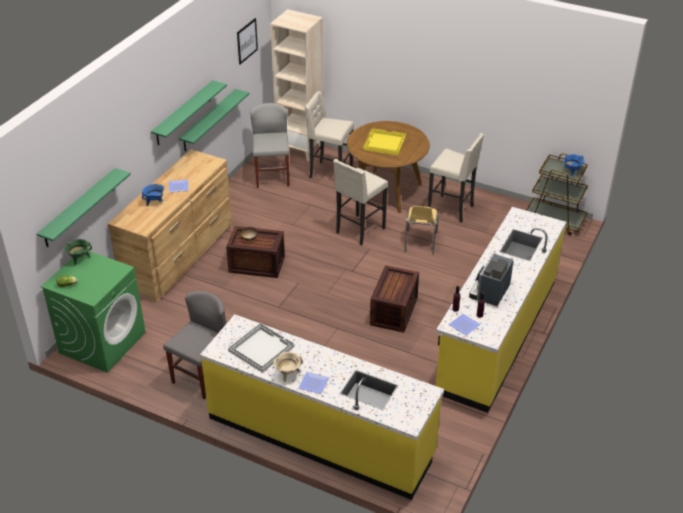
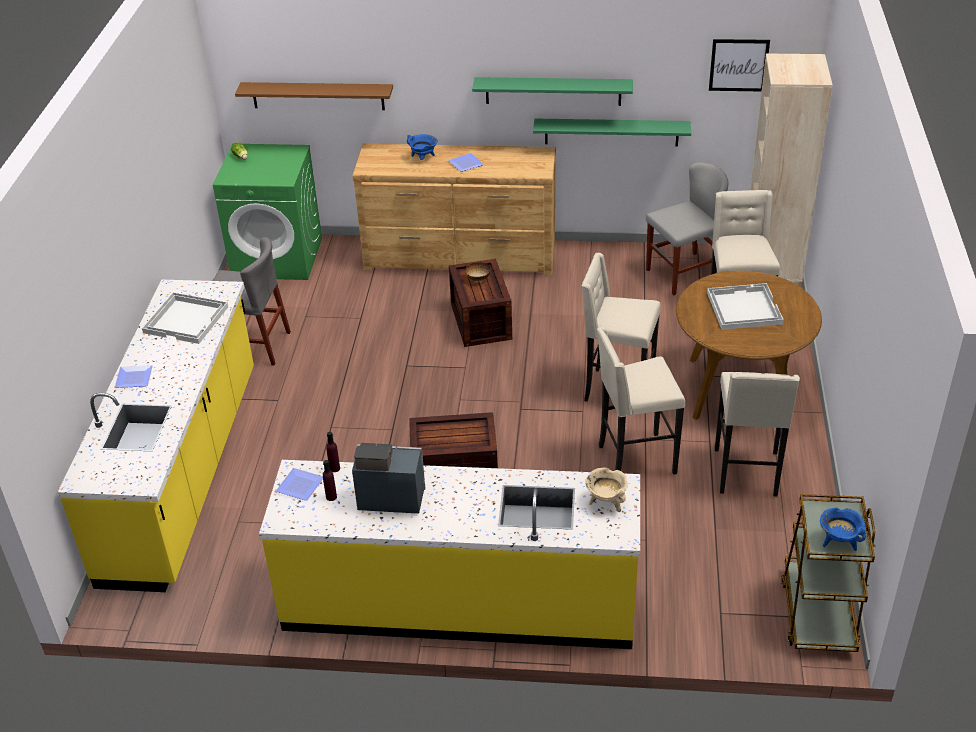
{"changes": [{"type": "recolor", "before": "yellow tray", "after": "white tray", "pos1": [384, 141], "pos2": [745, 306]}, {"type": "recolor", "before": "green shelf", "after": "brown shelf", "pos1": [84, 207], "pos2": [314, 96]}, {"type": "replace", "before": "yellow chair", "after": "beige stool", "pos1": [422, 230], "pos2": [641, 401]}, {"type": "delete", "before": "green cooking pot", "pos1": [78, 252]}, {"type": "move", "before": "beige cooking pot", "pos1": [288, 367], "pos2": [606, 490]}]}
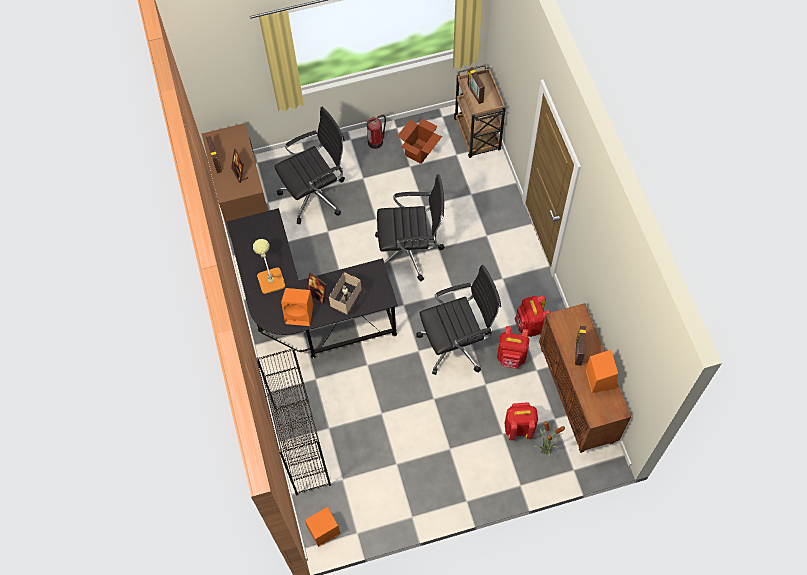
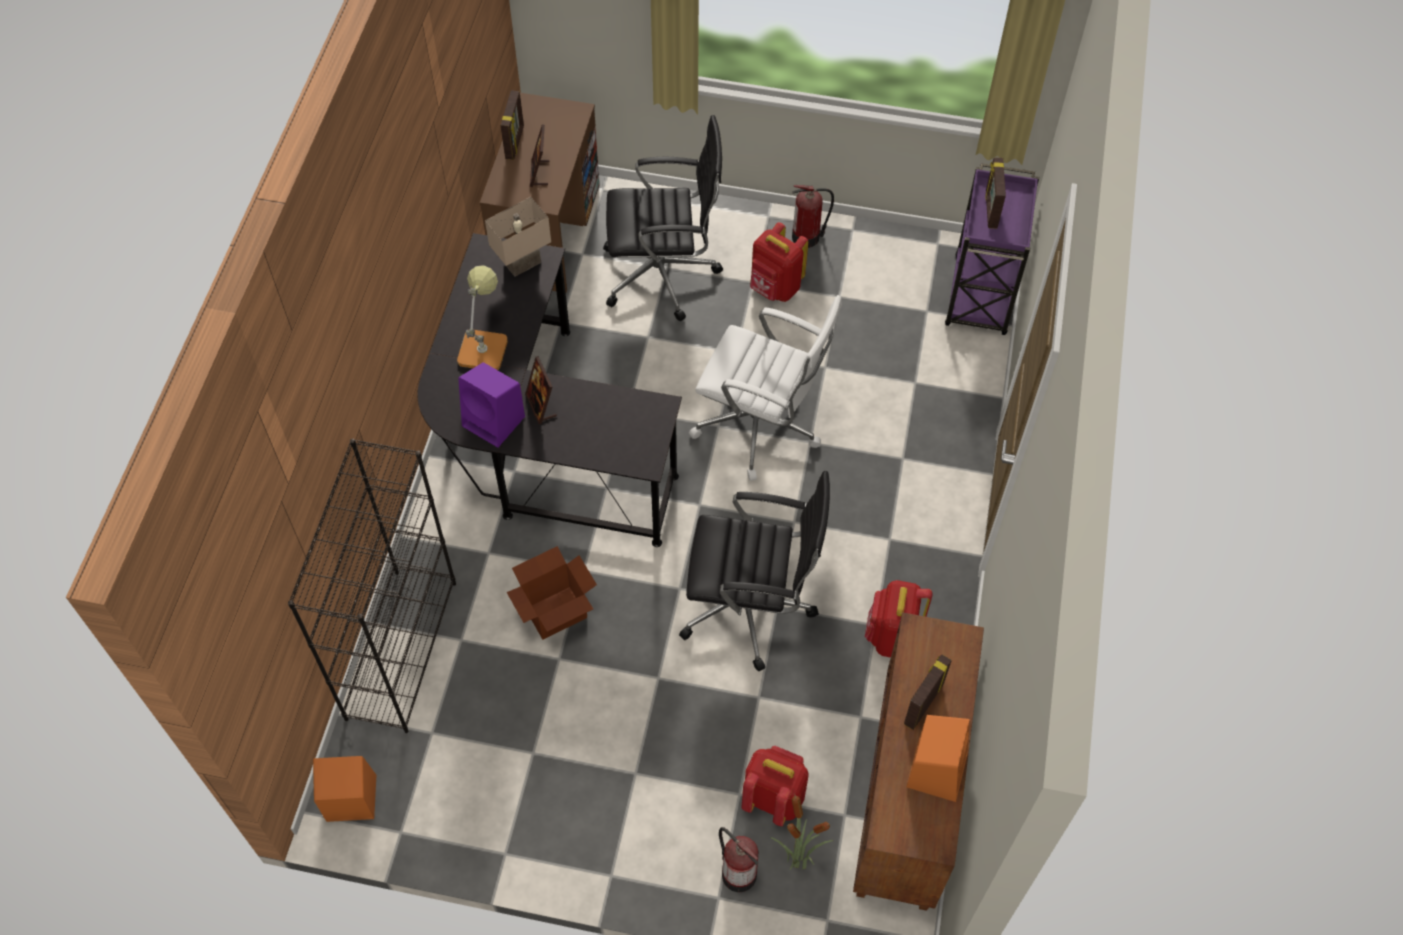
{"changes": [{"type": "recolor", "before": "brown cart", "after": "purple cart", "pos1": [480, 111], "pos2": [992, 249]}, {"type": "move", "before": "cardboard box", "pos1": [419, 141], "pos2": [552, 592]}, {"type": "recolor", "before": "black office chair", "after": "white office chair", "pos1": [410, 227], "pos2": [765, 388]}, {"type": "move", "before": "beige table lamp", "pos1": [345, 293], "pos2": [518, 237]}, {"type": "recolor", "before": "orange speaker", "after": "purple speaker", "pos1": [297, 307], "pos2": [491, 405]}, {"type": "move", "before": "red backpack", "pos1": [513, 347], "pos2": [779, 262]}, {"type": "insert", "after": "fire extinguisher", "pos2": [738, 859]}]}
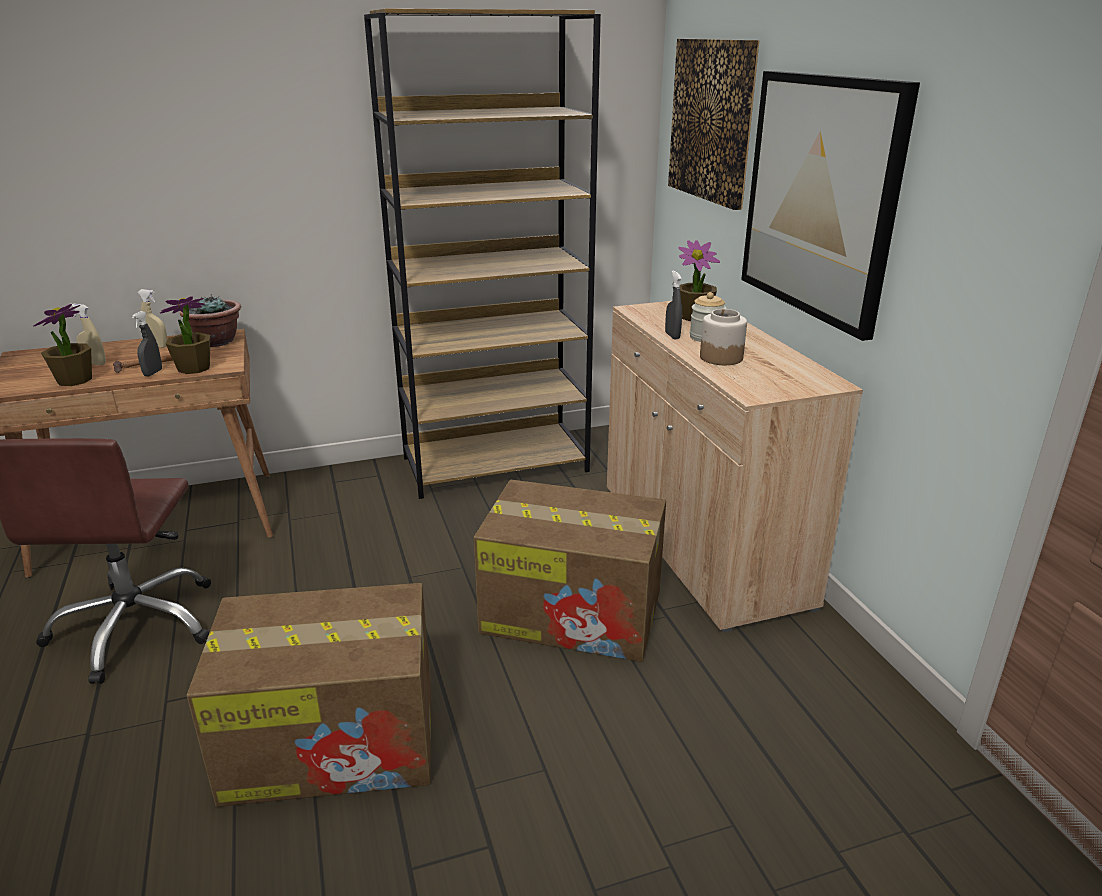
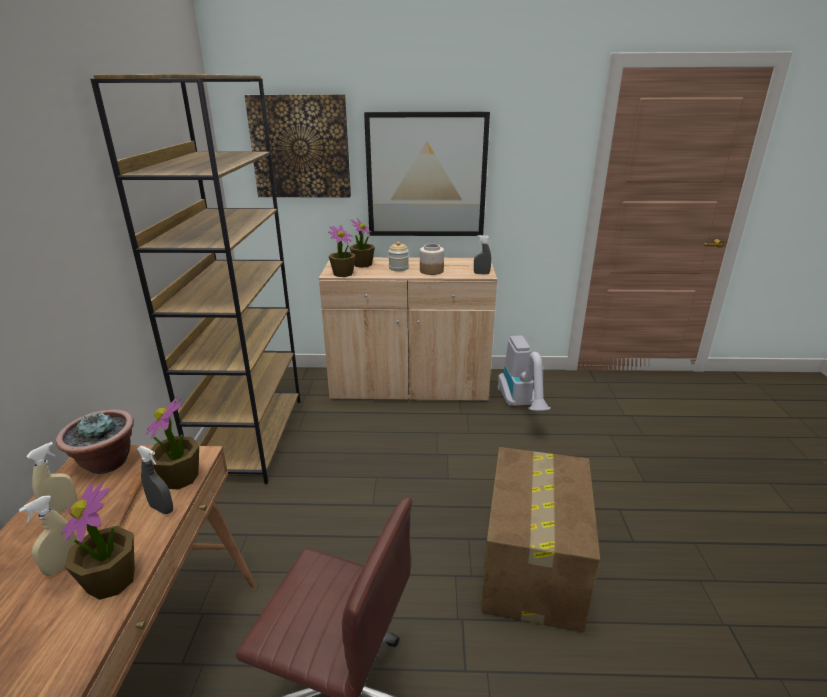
{"changes": [{"type": "move", "before": "grey spray bottle", "pos1": [673, 305], "pos2": [482, 254]}, {"type": "delete", "before": "cardboard box", "pos1": [570, 571]}, {"type": "insert", "after": "potted plant", "pos2": [342, 251]}, {"type": "insert", "after": "vacuum cleaner", "pos2": [524, 373]}]}
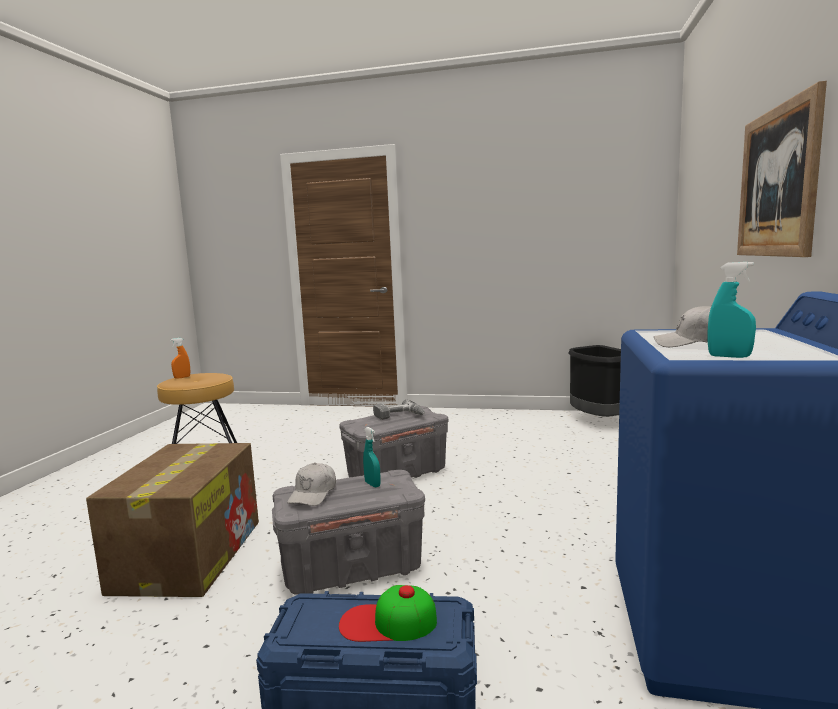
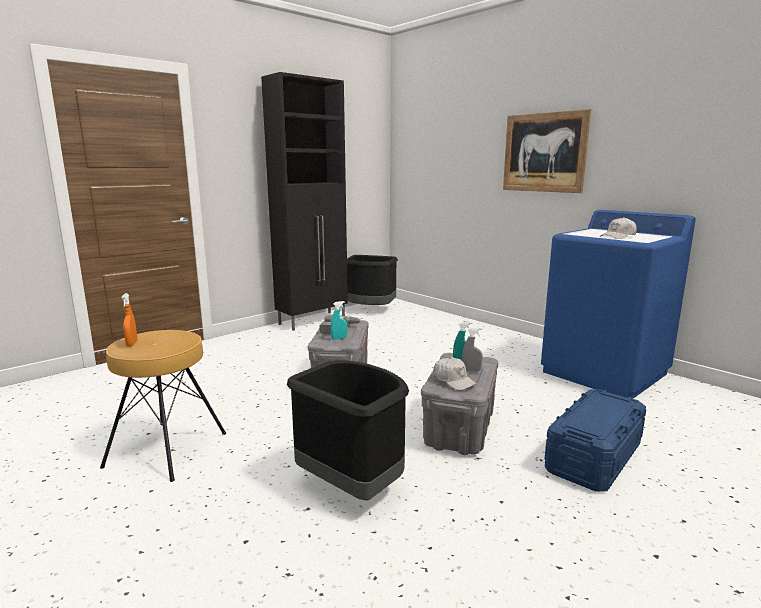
{"changes": [{"type": "move", "before": "turquoise spray bottle", "pos1": [731, 310], "pos2": [339, 320]}, {"type": "replace", "before": "cardboard box", "after": "black trash can", "pos1": [172, 520], "pos2": [348, 430]}, {"type": "delete", "before": "cap", "pos1": [388, 613]}, {"type": "insert", "after": "black cabinet", "pos2": [304, 201]}, {"type": "insert", "after": "grey spray bottle", "pos2": [472, 349]}]}
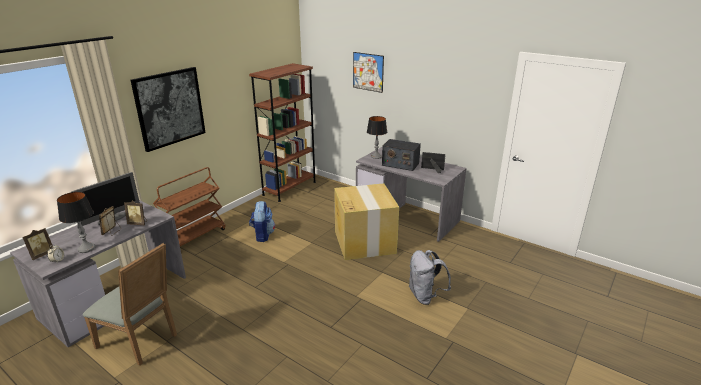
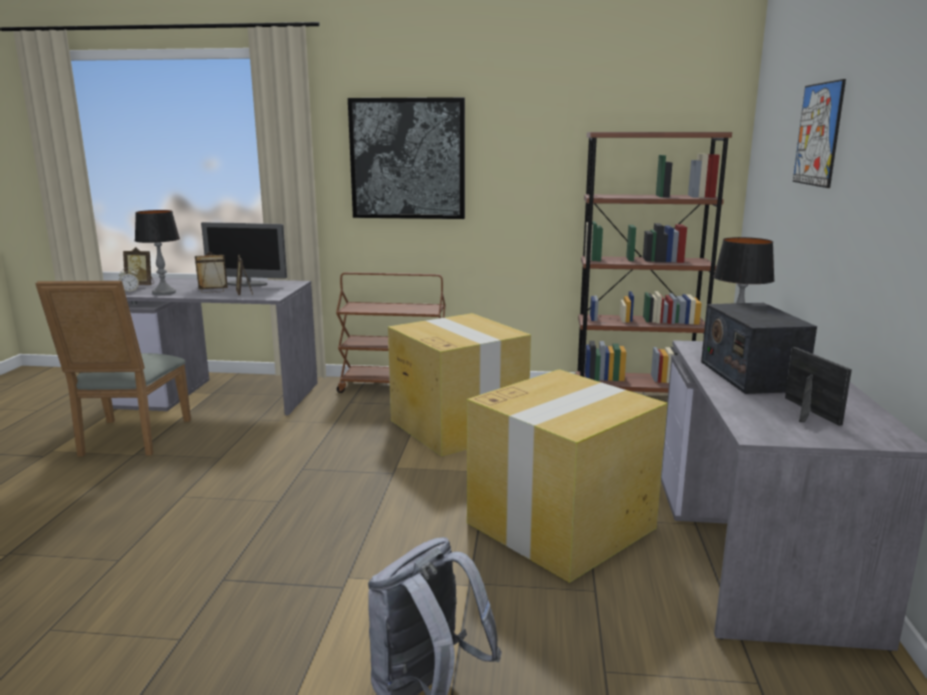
{"changes": [{"type": "replace", "before": "backpack", "after": "cardboard box", "pos1": [262, 221], "pos2": [459, 384]}]}
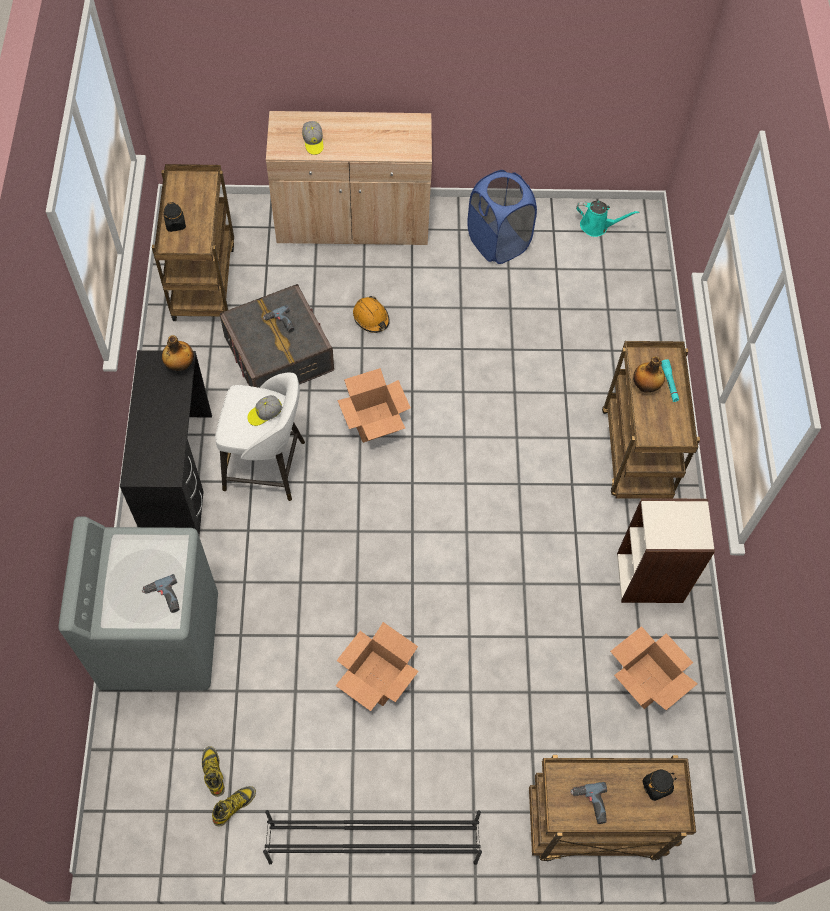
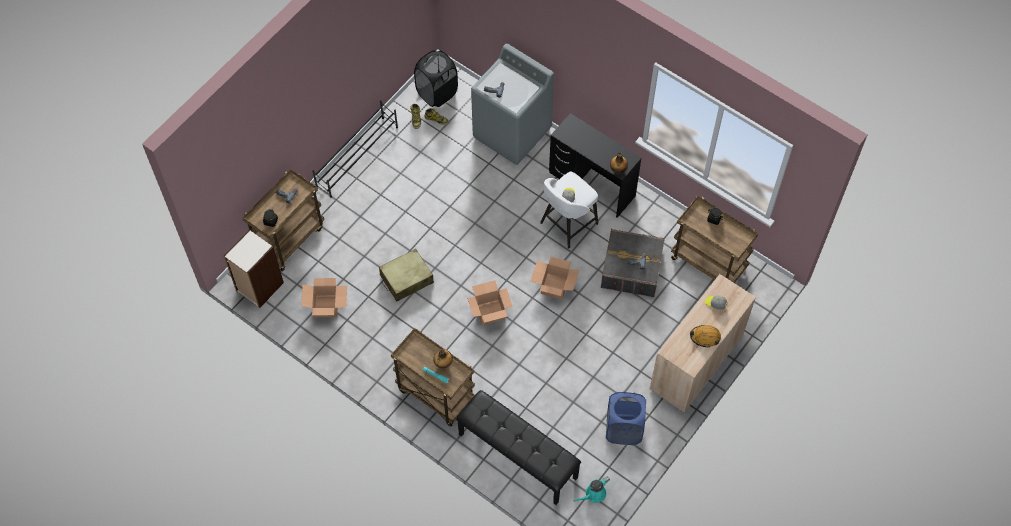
{"changes": [{"type": "move", "before": "orange hard hat", "pos1": [371, 314], "pos2": [705, 336]}, {"type": "move", "before": "bookcase", "pos1": [666, 550], "pos2": [254, 269]}, {"type": "move", "before": "cardboard box", "pos1": [377, 666], "pos2": [490, 302]}, {"type": "insert", "after": "black laundry basket", "pos2": [436, 78]}, {"type": "insert", "after": "beige suitcase", "pos2": [406, 275]}, {"type": "insert", "after": "black bench", "pos2": [518, 447]}]}
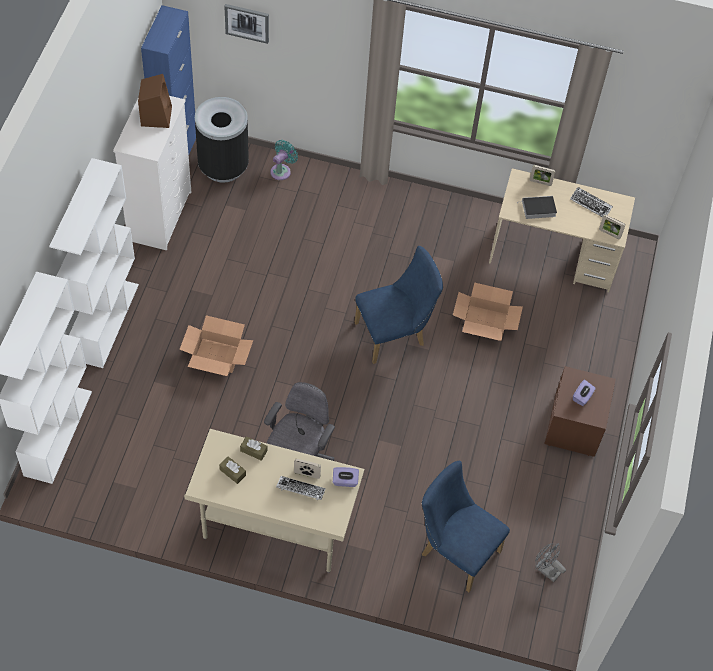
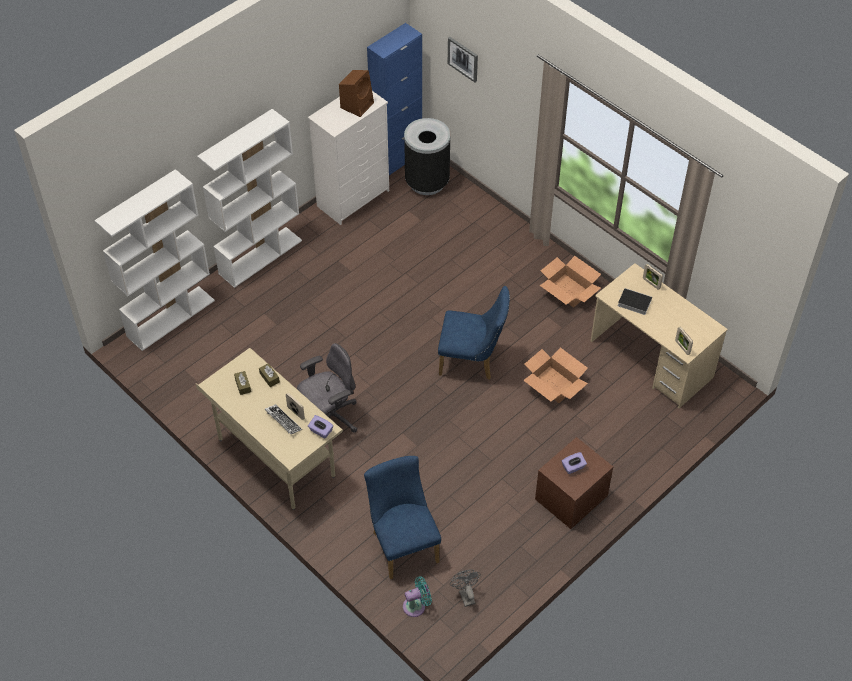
{"changes": [{"type": "move", "before": "turquoise fan", "pos1": [284, 160], "pos2": [417, 596]}, {"type": "delete", "before": "keyboard", "pos1": [591, 202]}, {"type": "move", "before": "cardboard box", "pos1": [216, 345], "pos2": [570, 281]}]}
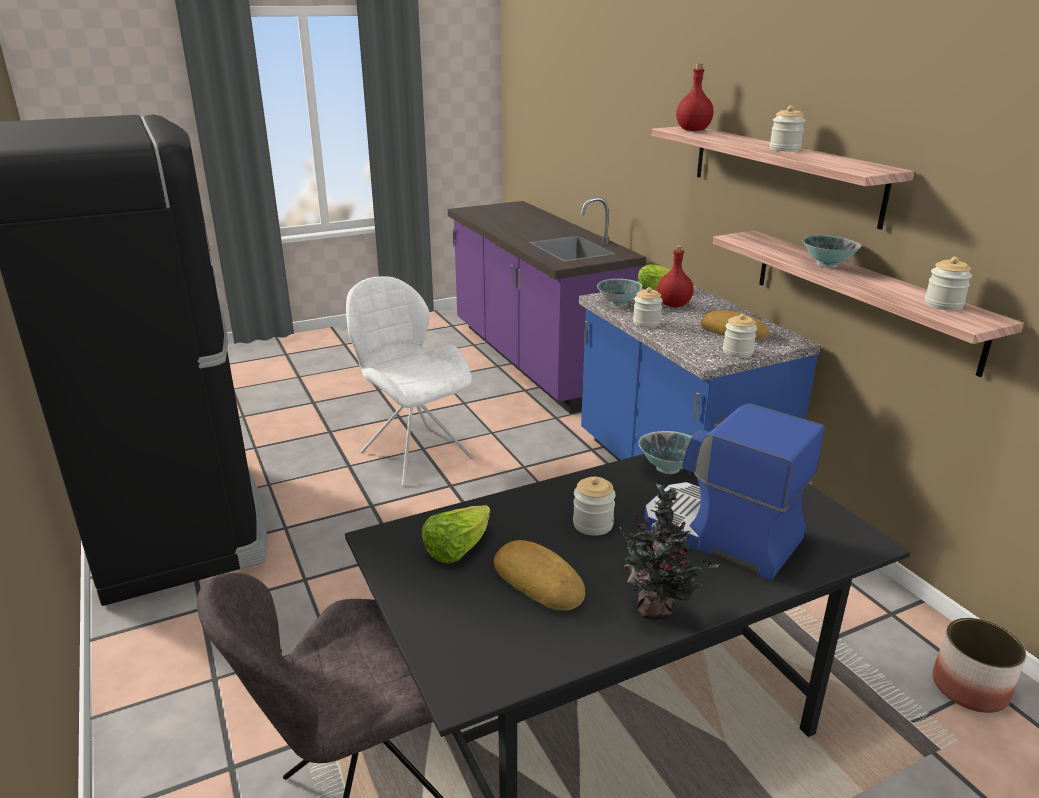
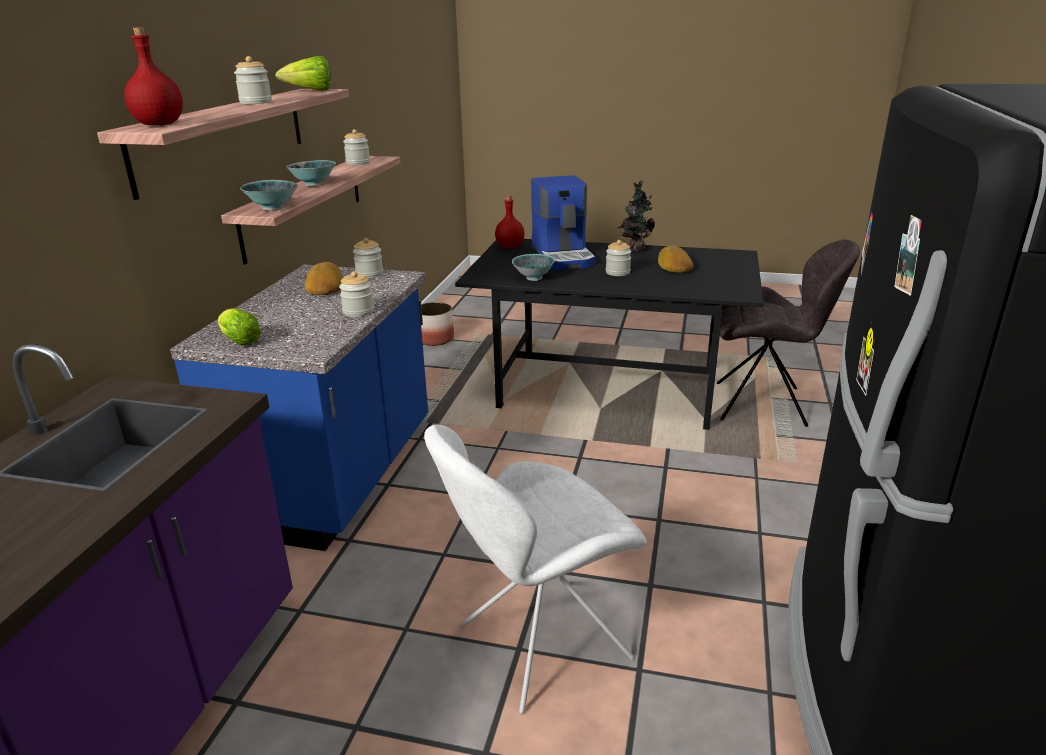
{"changes": [{"type": "move", "before": "red bottle", "pos1": [675, 276], "pos2": [510, 222]}, {"type": "rotate", "before": "white chair", "pos1": [409, 381], "pos2": [535, 569], "turn": 60}, {"type": "move", "before": "bowl", "pos1": [619, 293], "pos2": [269, 195]}, {"type": "move", "before": "lettuce", "pos1": [456, 534], "pos2": [303, 73]}]}
